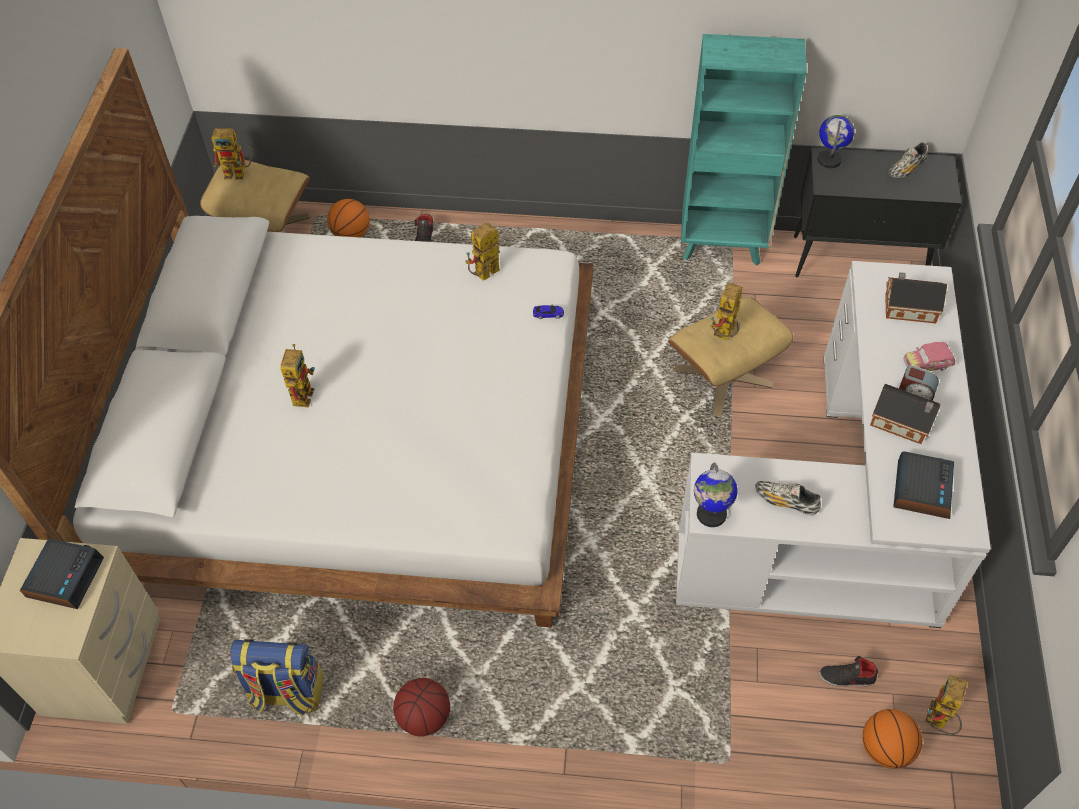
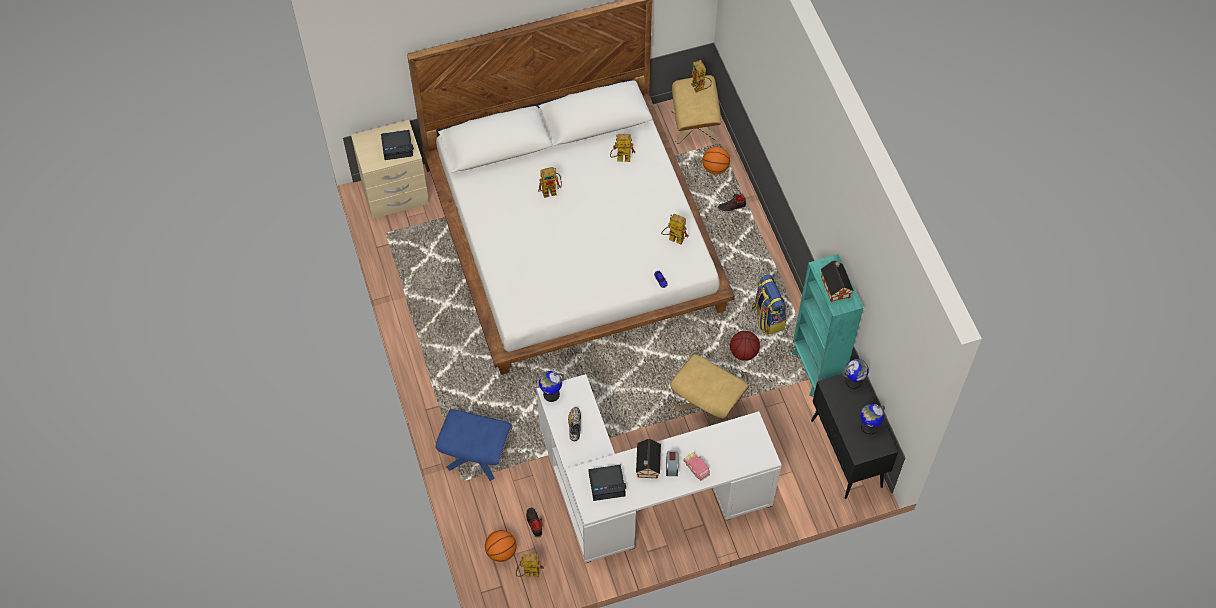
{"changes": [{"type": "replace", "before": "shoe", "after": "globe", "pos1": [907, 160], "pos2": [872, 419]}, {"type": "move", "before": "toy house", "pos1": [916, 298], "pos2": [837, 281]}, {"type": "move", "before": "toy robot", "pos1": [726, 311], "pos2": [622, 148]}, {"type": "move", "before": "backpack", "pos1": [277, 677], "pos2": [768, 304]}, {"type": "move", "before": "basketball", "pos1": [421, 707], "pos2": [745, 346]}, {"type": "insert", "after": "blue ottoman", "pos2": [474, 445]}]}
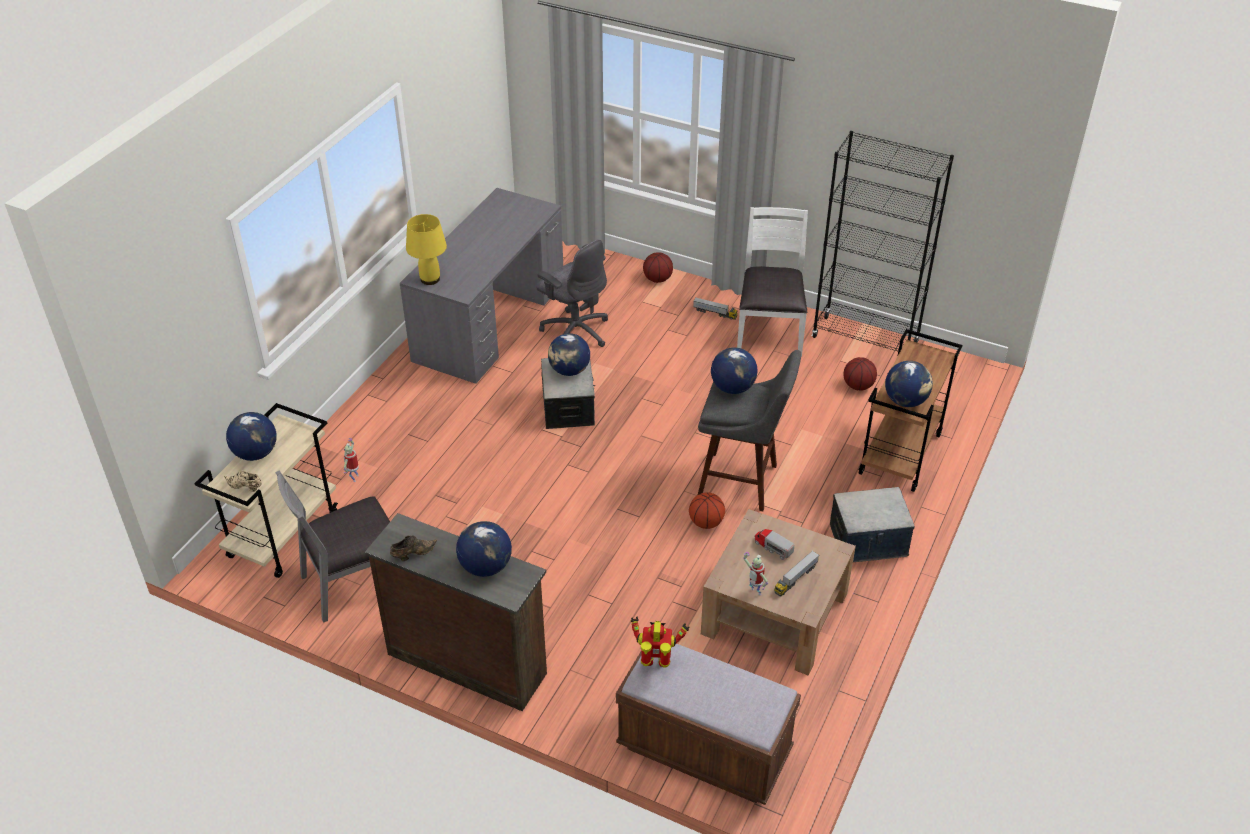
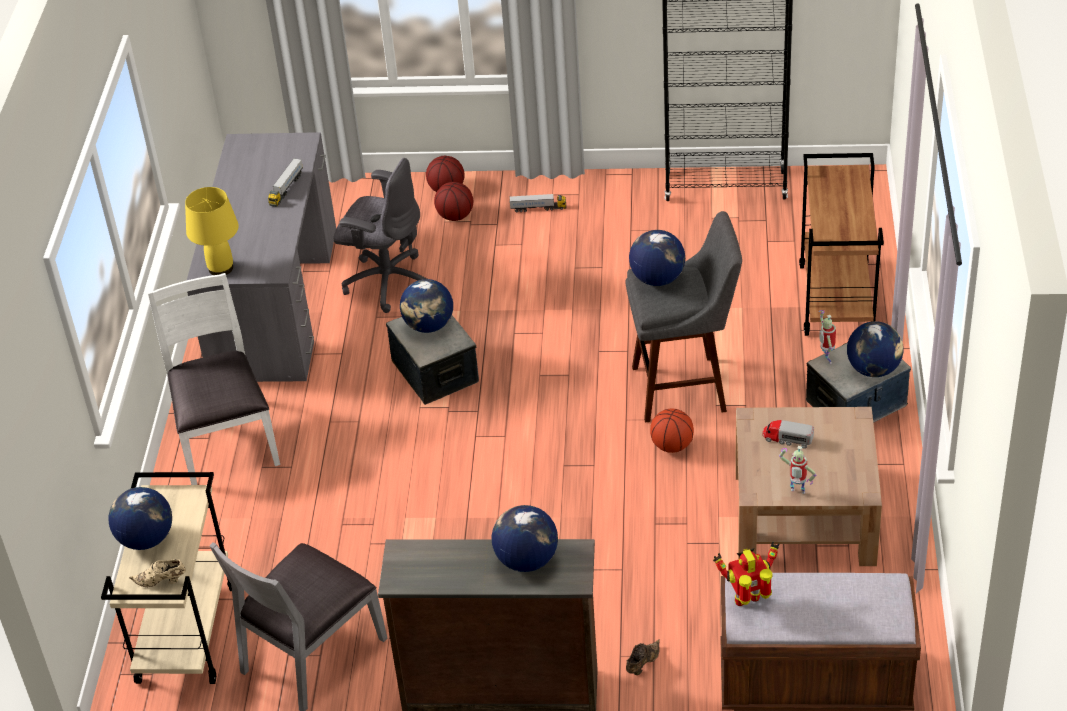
{"changes": [{"type": "move", "before": "white chair", "pos1": [772, 282], "pos2": [214, 379]}, {"type": "move", "before": "basketball", "pos1": [860, 374], "pos2": [453, 201]}, {"type": "move", "before": "globe", "pos1": [909, 384], "pos2": [875, 349]}, {"type": "move", "before": "toy robot", "pos1": [351, 460], "pos2": [827, 337]}, {"type": "move", "before": "brown shoe", "pos1": [413, 548], "pos2": [643, 657]}, {"type": "move", "before": "toy truck", "pos1": [796, 573], "pos2": [285, 182]}]}
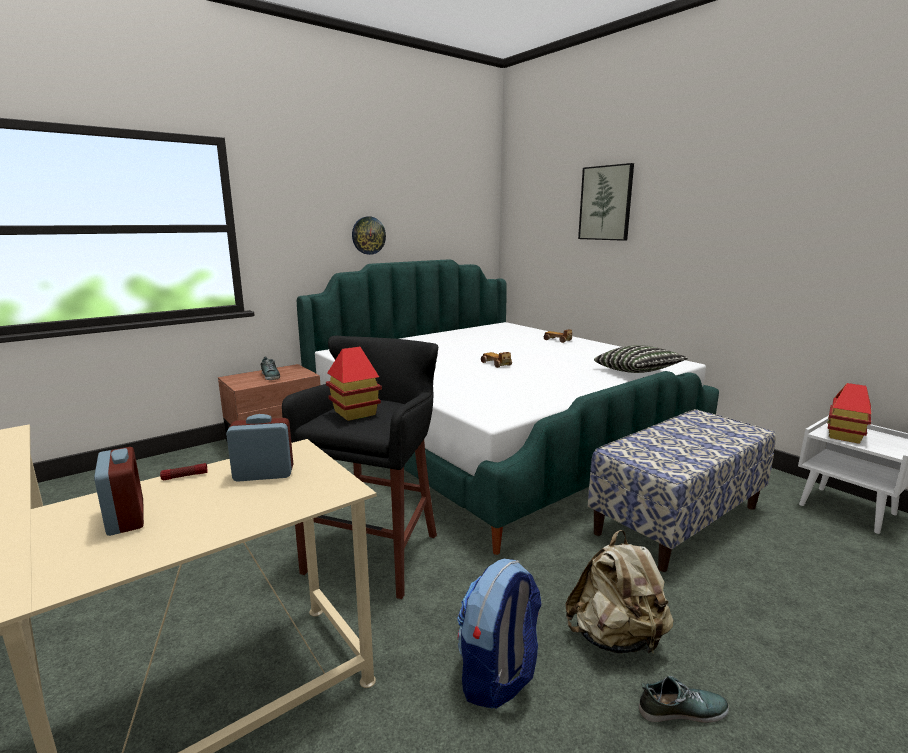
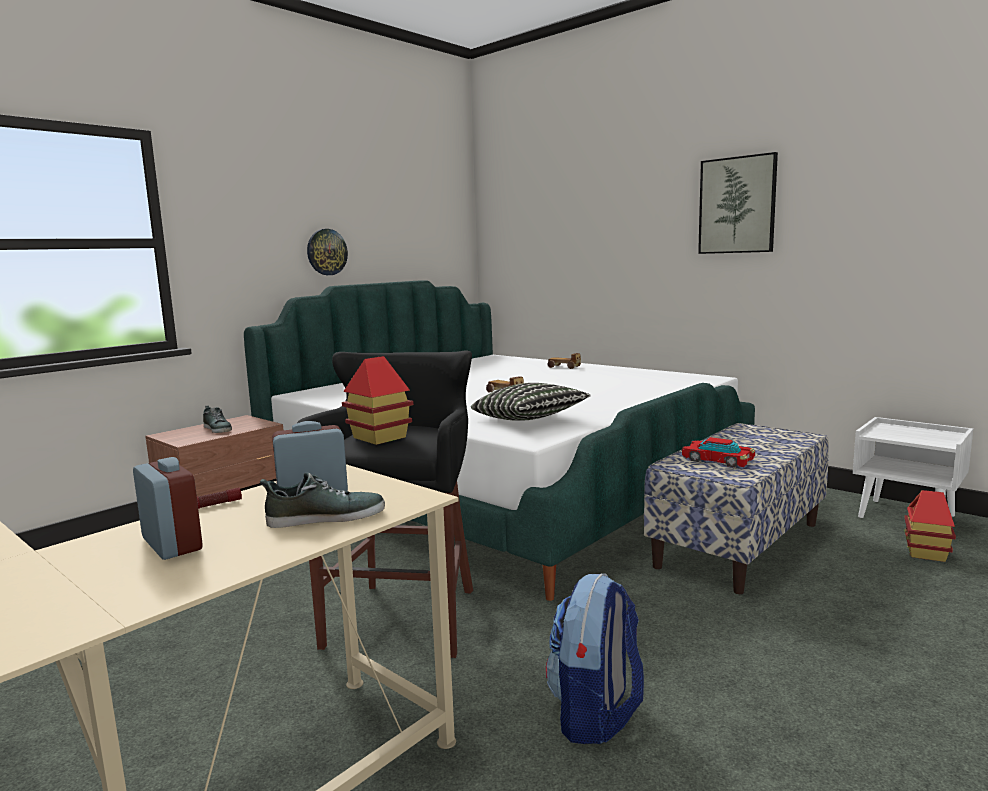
{"changes": [{"type": "move", "before": "picture", "pos1": [606, 202], "pos2": [738, 203]}, {"type": "move", "before": "pillow", "pos1": [641, 359], "pos2": [531, 402]}, {"type": "move", "before": "toy house", "pos1": [849, 413], "pos2": [930, 526]}, {"type": "delete", "before": "beige backpack", "pos1": [619, 593]}, {"type": "move", "before": "shoe", "pos1": [684, 699], "pos2": [322, 500]}, {"type": "insert", "after": "toy car", "pos2": [718, 452]}]}
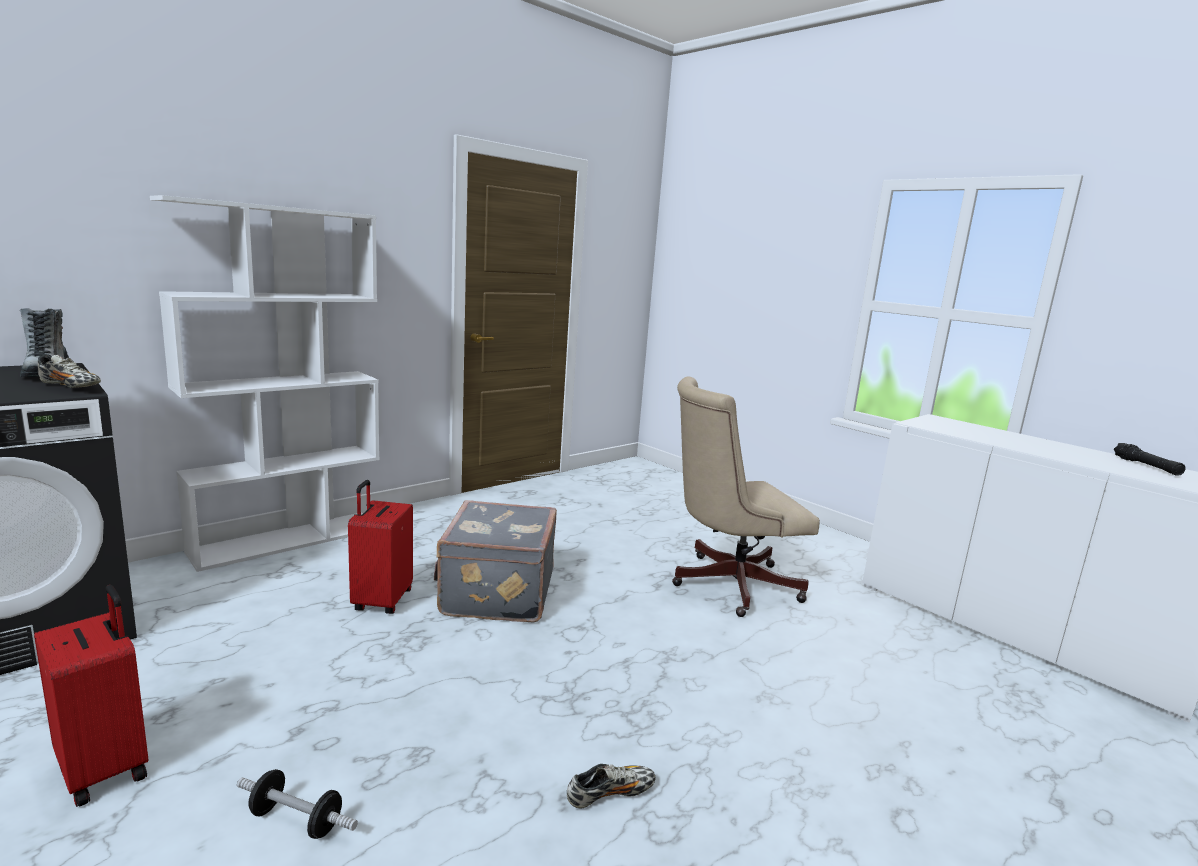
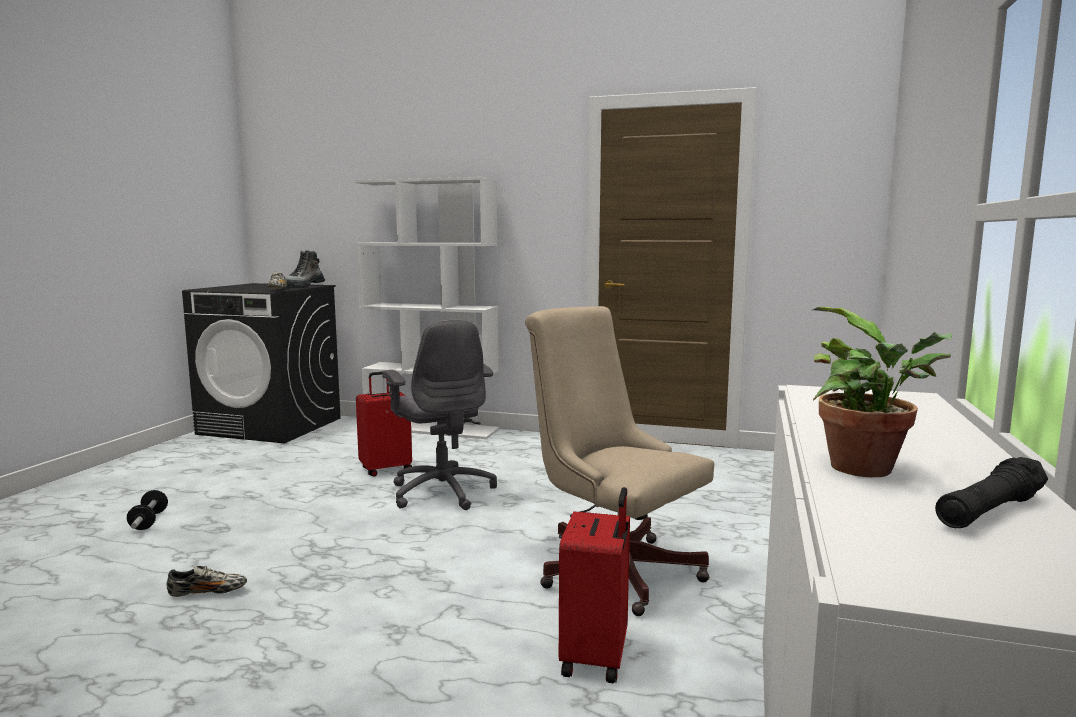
{"changes": [{"type": "replace", "before": "grey suitcase", "after": "grey office chair", "pos1": [495, 561], "pos2": [439, 415]}, {"type": "move", "before": "red suitcase", "pos1": [91, 696], "pos2": [594, 585]}, {"type": "rotate", "before": "shoe", "pos1": [611, 786], "pos2": [206, 581], "turn": -45}, {"type": "insert", "after": "potted plant", "pos2": [881, 392]}]}
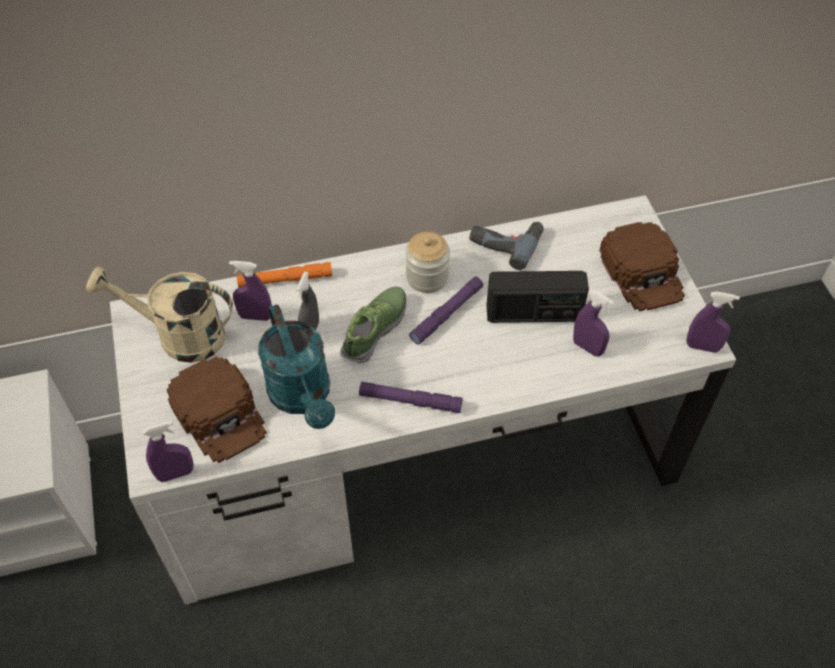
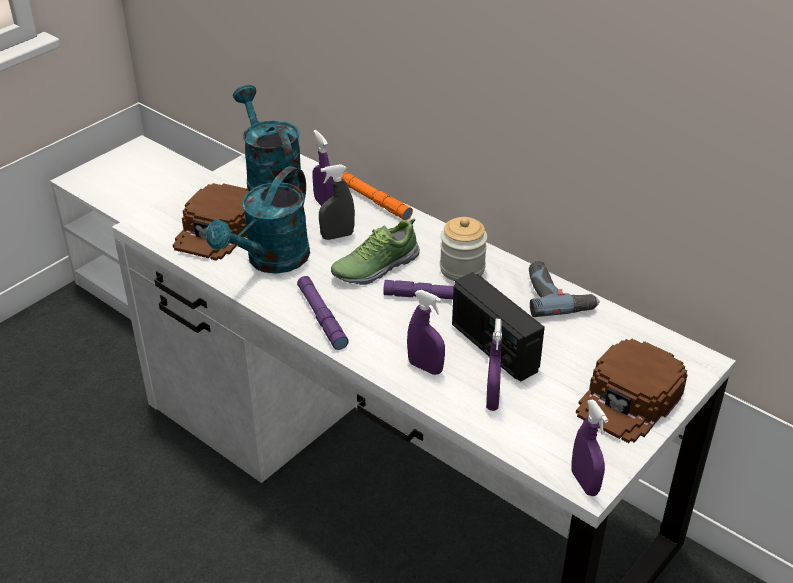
{"changes": [{"type": "recolor", "before": "beige watering can", "after": "turquoise watering can", "pos1": [159, 314], "pos2": [267, 138]}, {"type": "rotate", "before": "shoe", "pos1": [373, 325], "pos2": [375, 252], "turn": 150}, {"type": "move", "before": "purple spray bottle", "pos1": [168, 451], "pos2": [426, 332]}]}
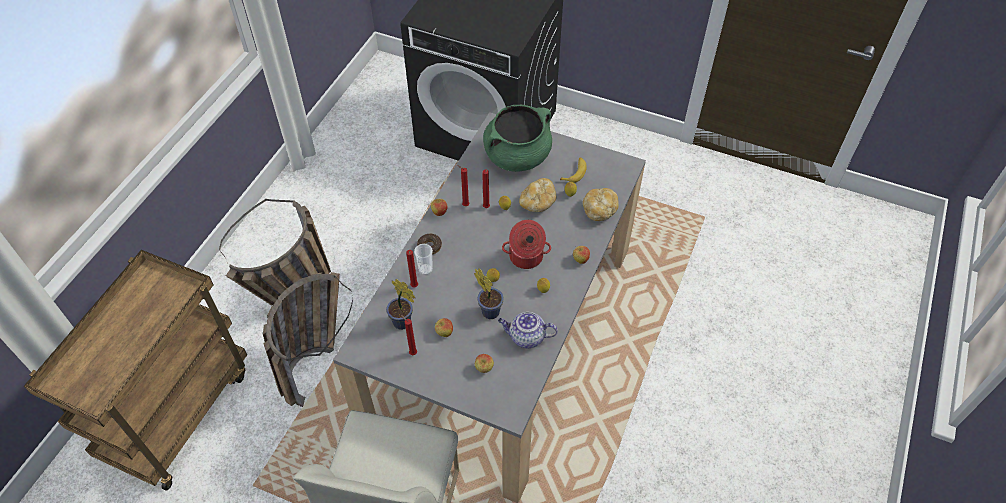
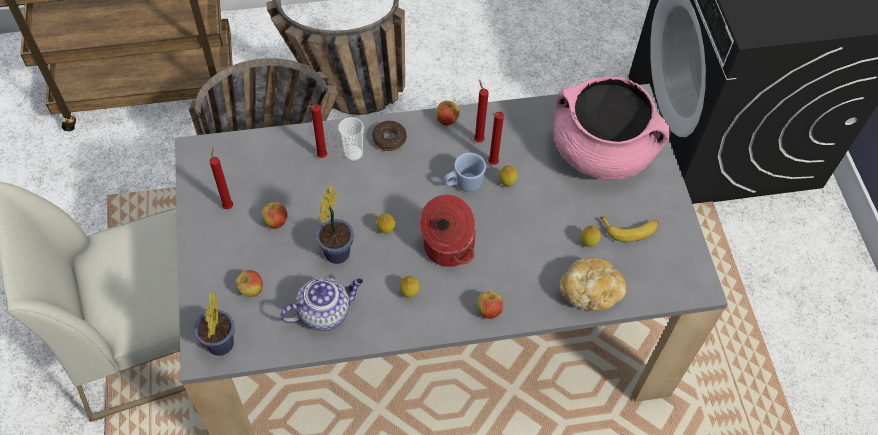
{"changes": [{"type": "recolor", "before": "green cooking pot", "after": "pink cooking pot", "pos1": [517, 138], "pos2": [612, 128]}, {"type": "delete", "before": "bread", "pos1": [538, 195]}, {"type": "move", "before": "potted plant", "pos1": [400, 304], "pos2": [214, 323]}, {"type": "rotate", "before": "teapot", "pos1": [528, 330], "pos2": [321, 304], "turn": 90}, {"type": "insert", "after": "blue mug", "pos2": [465, 172]}]}
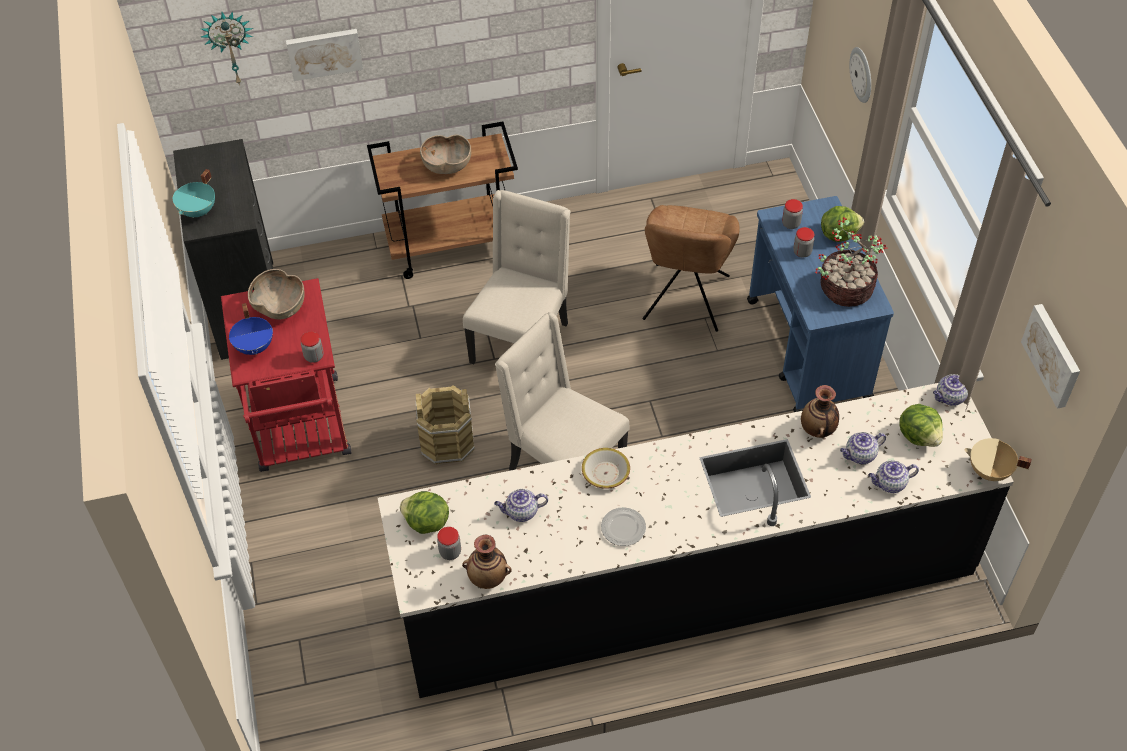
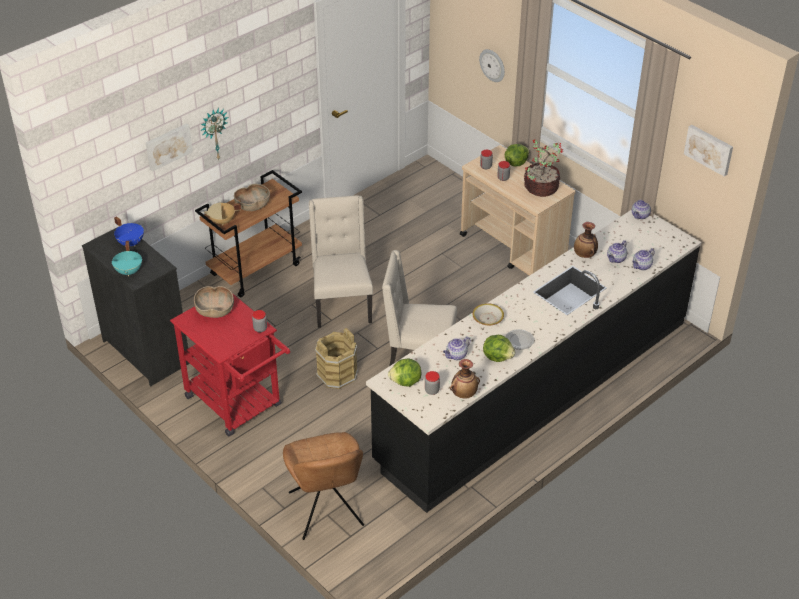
{"changes": [{"type": "move", "before": "wall clock", "pos1": [227, 48], "pos2": [214, 134]}, {"type": "recolor", "before": "blue cart", "after": "beige cart", "pos1": [820, 304], "pos2": [518, 210]}, {"type": "move", "before": "brown chair", "pos1": [691, 268], "pos2": [323, 486]}, {"type": "move", "before": "blue cooking pot", "pos1": [251, 329], "pos2": [129, 231]}, {"type": "move", "before": "lettuce", "pos1": [921, 425], "pos2": [499, 348]}, {"type": "move", "before": "beige cooking pot", "pos1": [998, 459], "pos2": [222, 214]}]}
